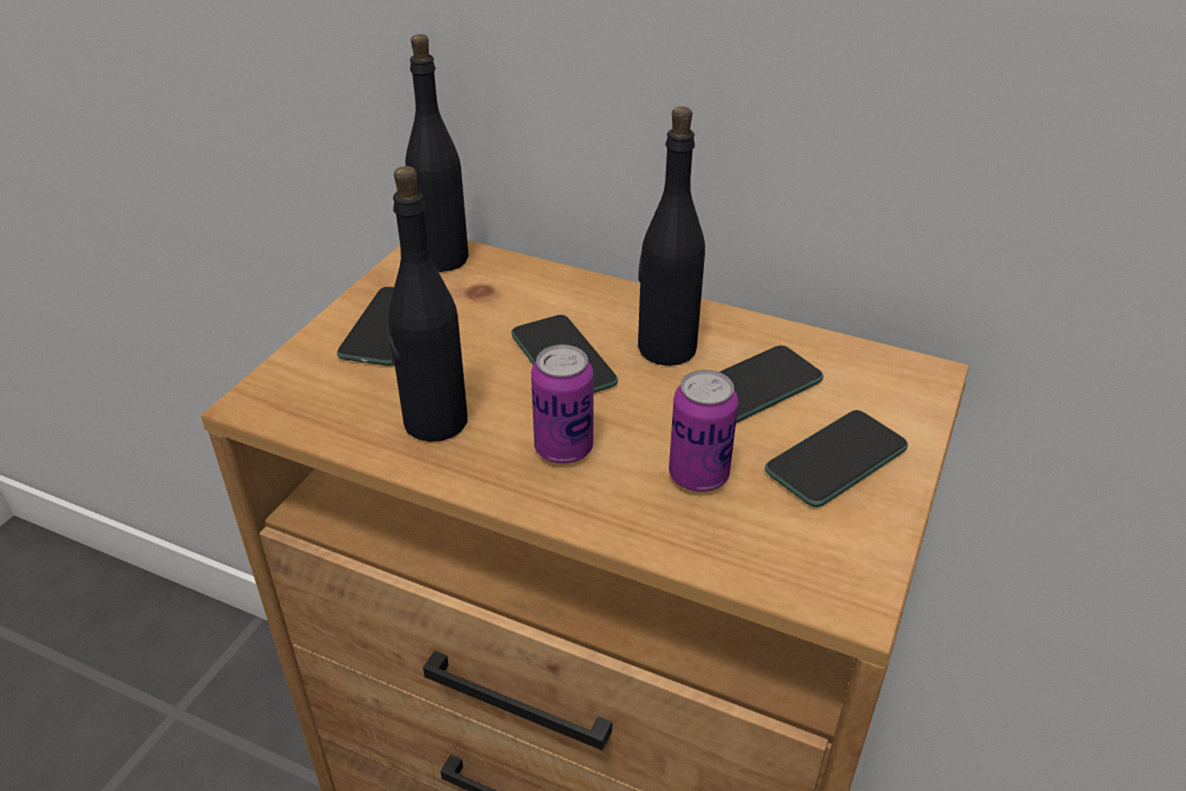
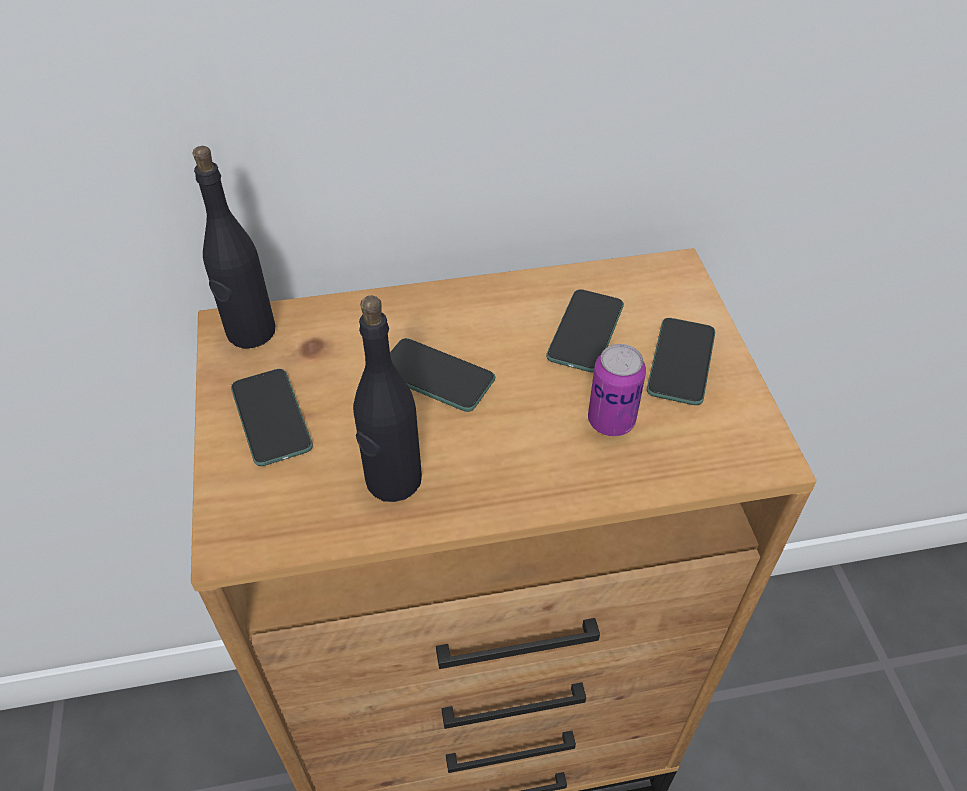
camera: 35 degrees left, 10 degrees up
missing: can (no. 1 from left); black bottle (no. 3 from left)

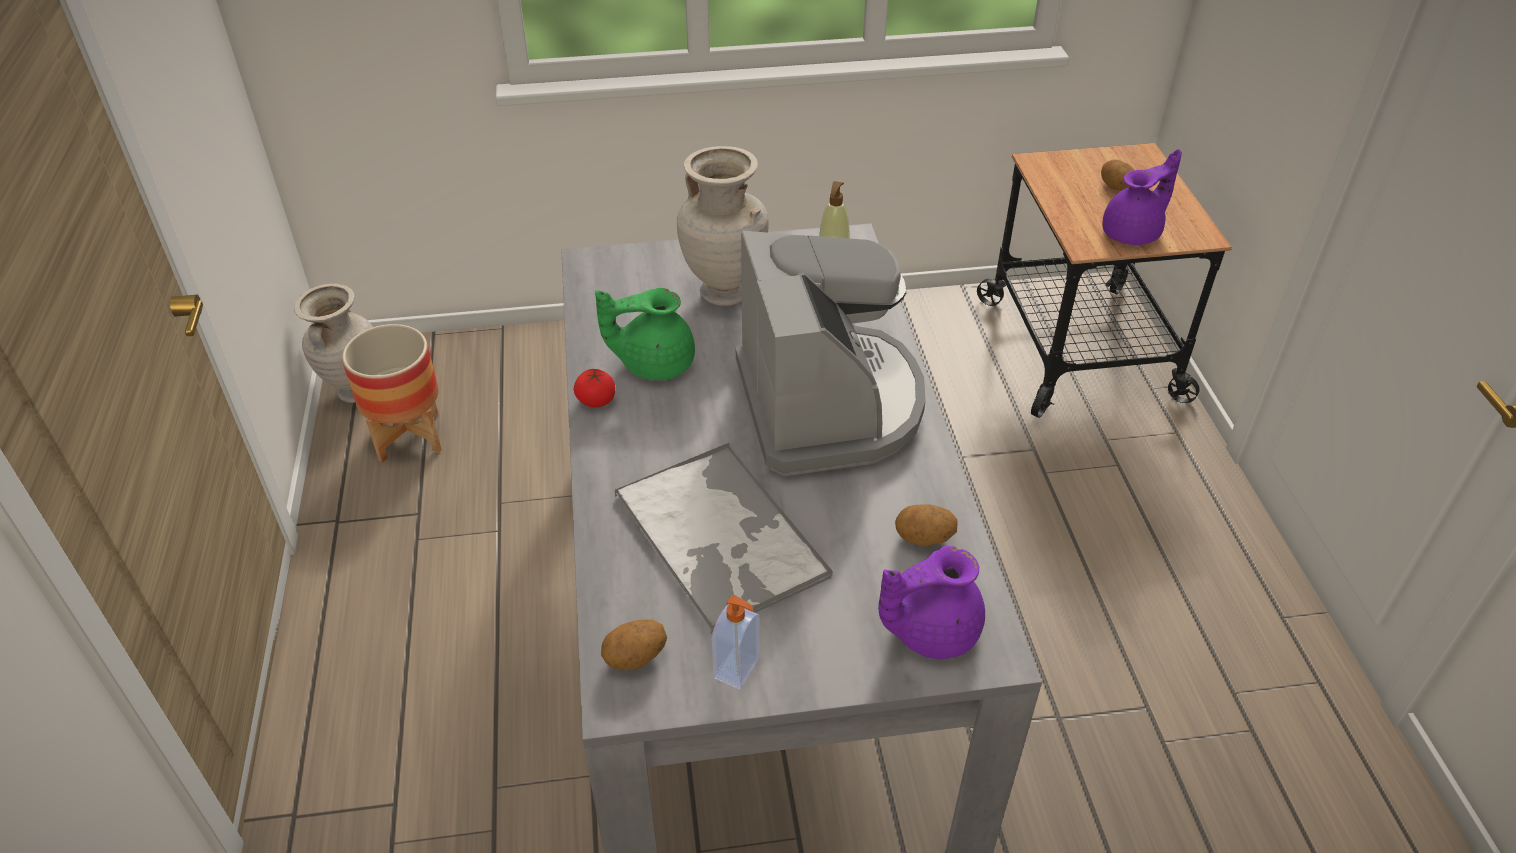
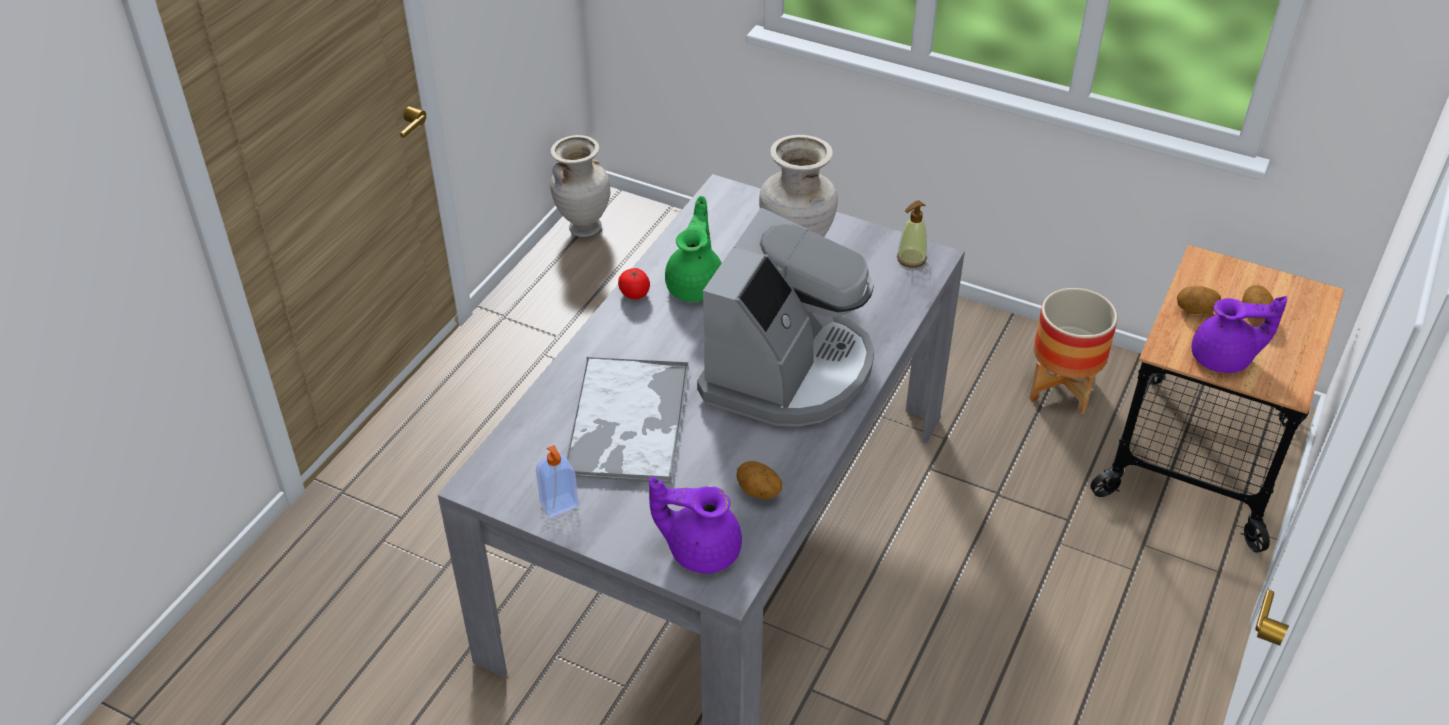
camera: 35 degrees right, 0 degrees up
relocated: planter; potato (no. 1 from left in the first image) to potato (no. 2 from left)
spun: green teapot 75 degrees clockwise

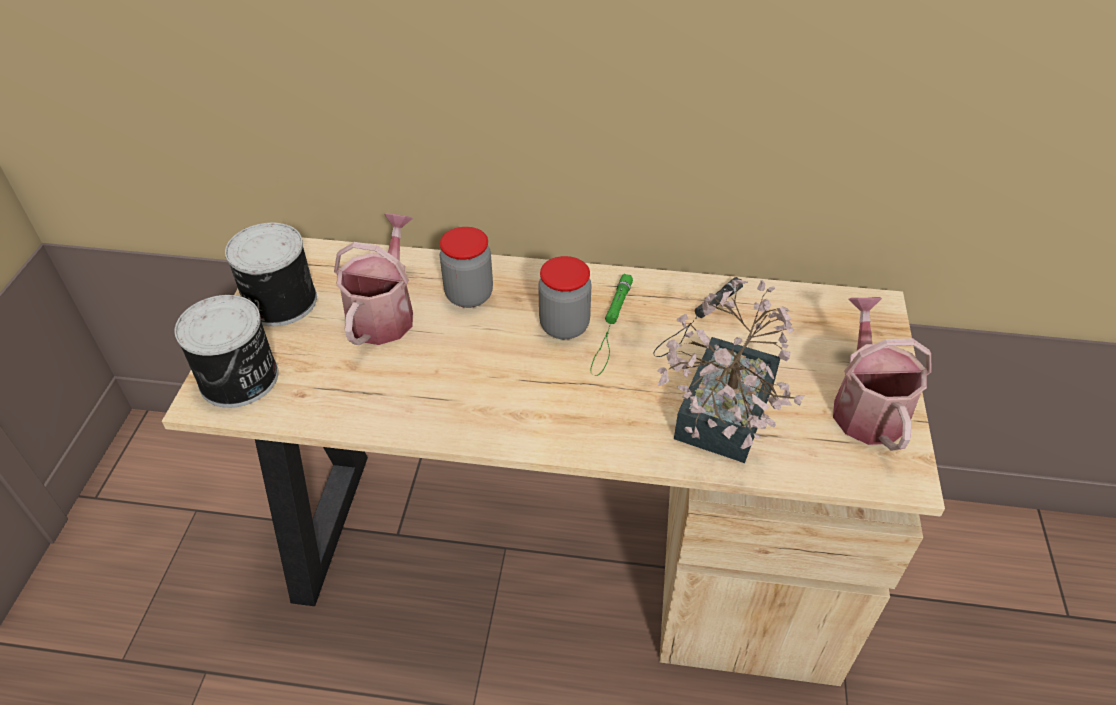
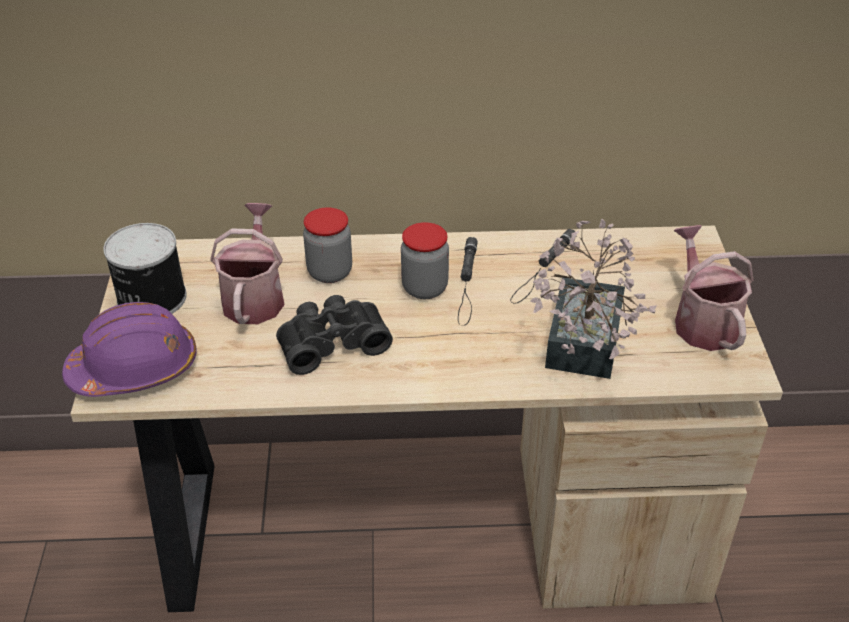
camera: 10 degrees left, 5 degrees down
appeared: black binoculars
exchanged: can (no. 1 from left) to purple hard hat
colour: green flashlight to black flashlight (no. 1 from left)

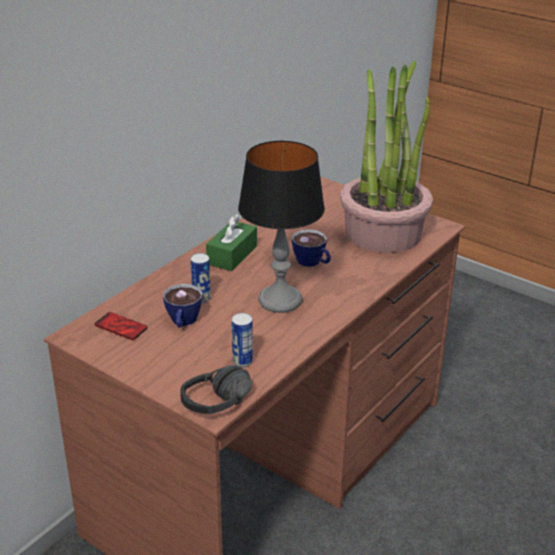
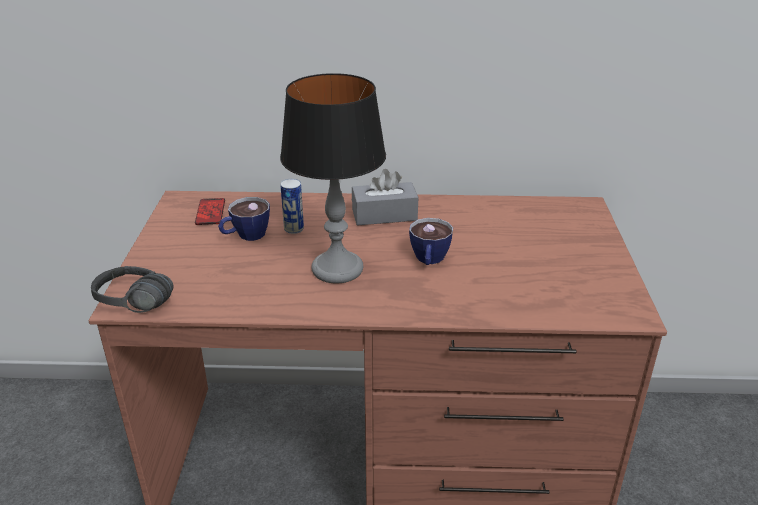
camera: 55 degrees right, 0 degrees up
missing: can (no. 2 from left); potted plant
colour: green tissue box to grey tissue box

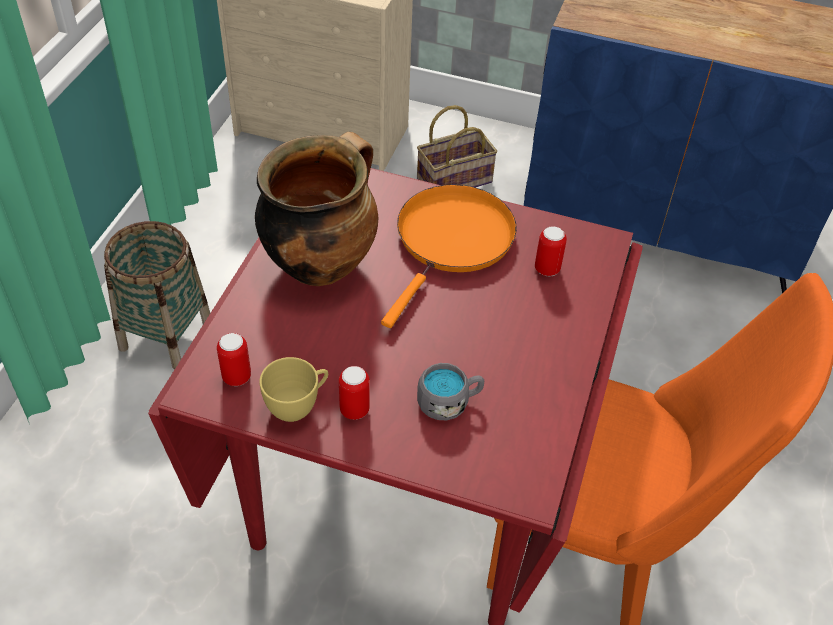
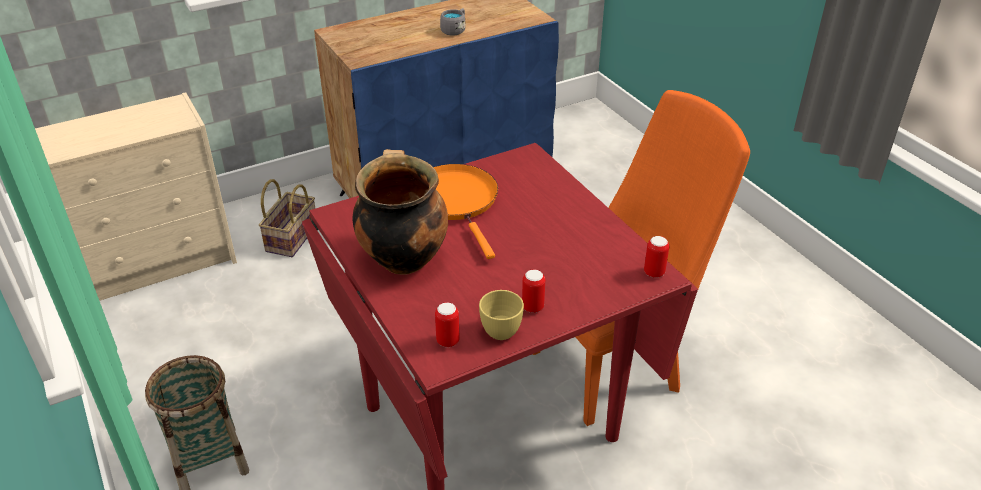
camera: 45 degrees left, 10 degrees down
relocated: grey mug; can (no. 3 from left)

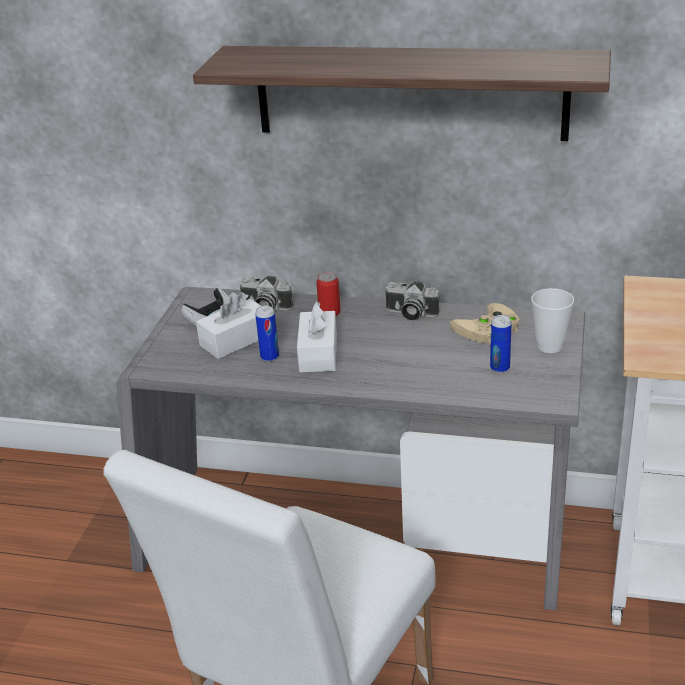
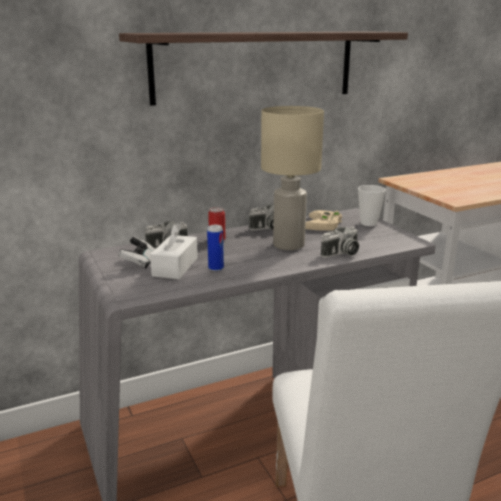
camera: 40 degrees left, 10 degrees down
missing: white tissue box (no. 2 from left); can (no. 3 from left)
appeared: beige table lamp; photo camera (no. 3 from left)

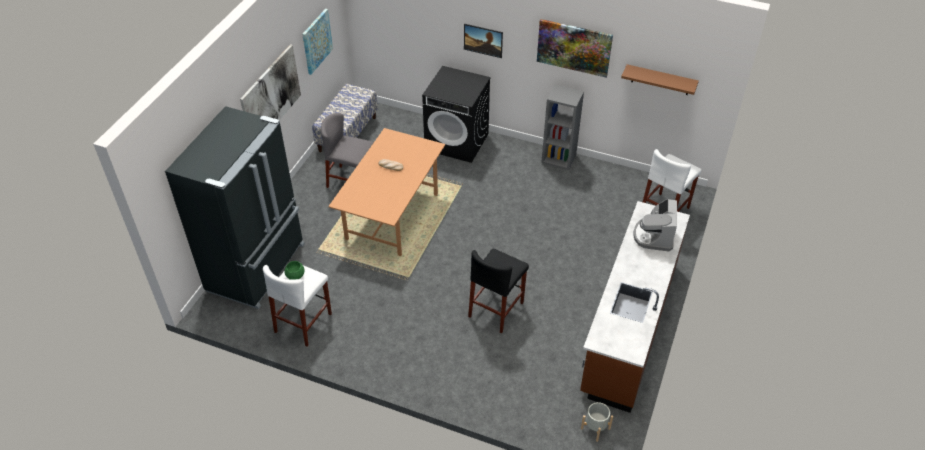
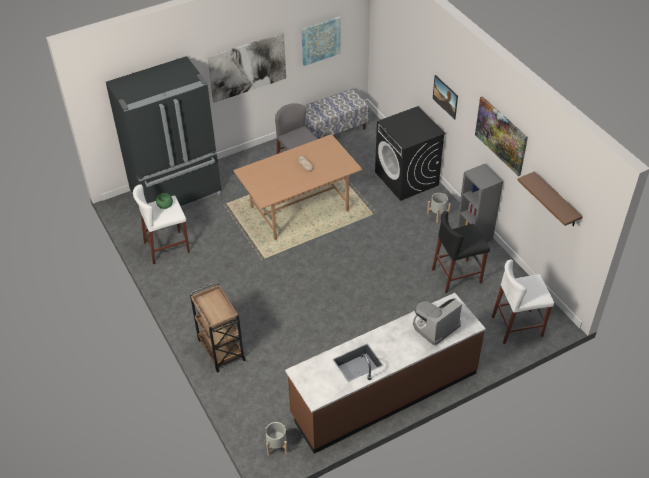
camera: 40 degrees right, 0 degrees up
appeared: brown cart; grey planter (no. 2 from left)
relocated: black stool

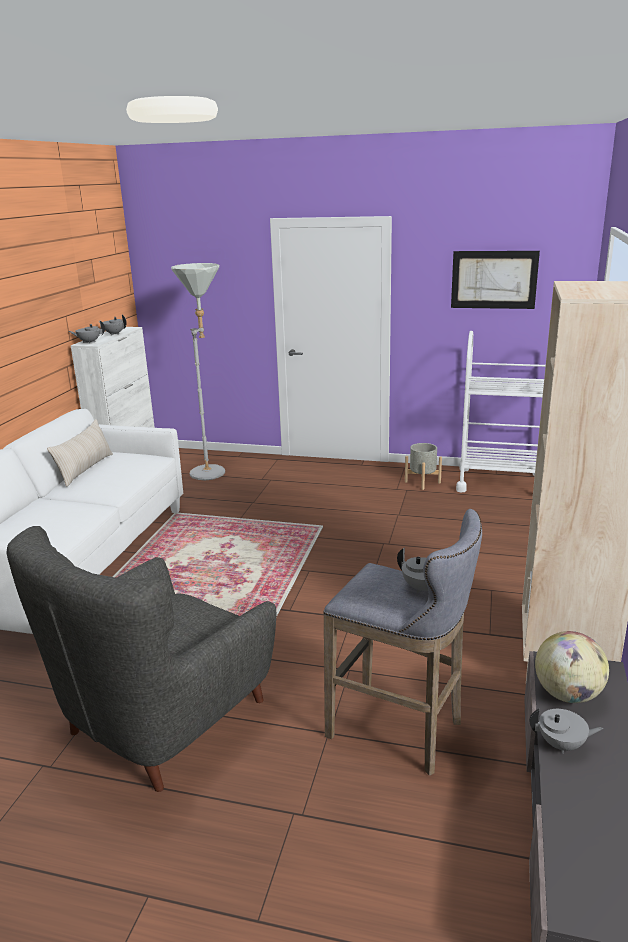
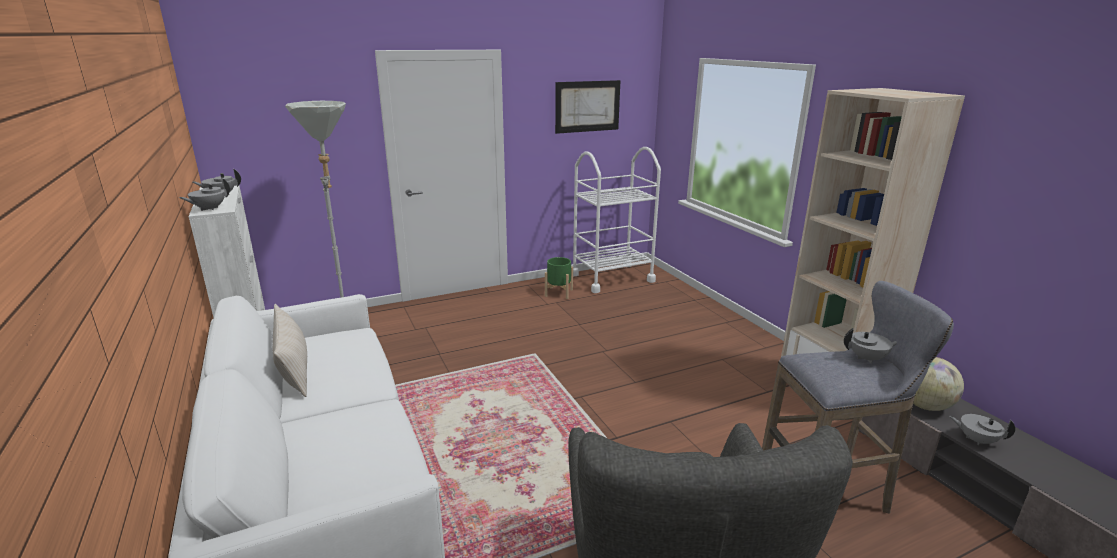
camera: 40 degrees left, 0 degrees up
colour: grey planter to green planter
spun: grey teapot (no. 4 from left) 120 degrees counterclockwise

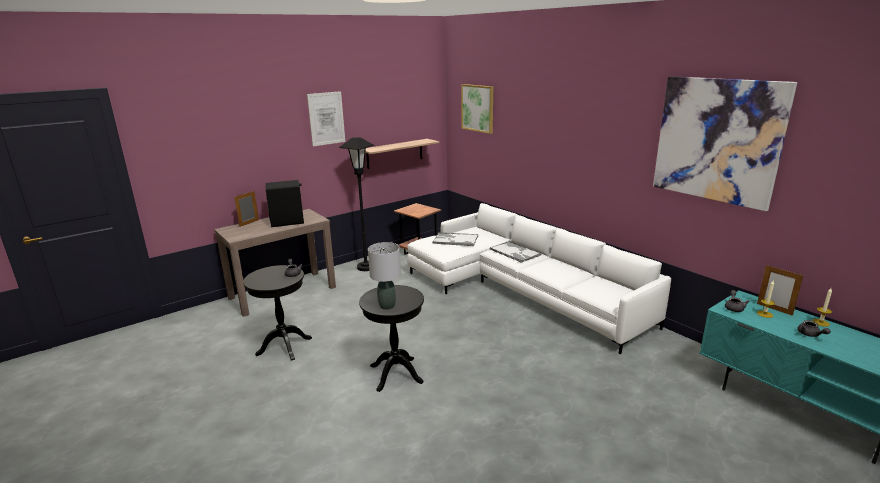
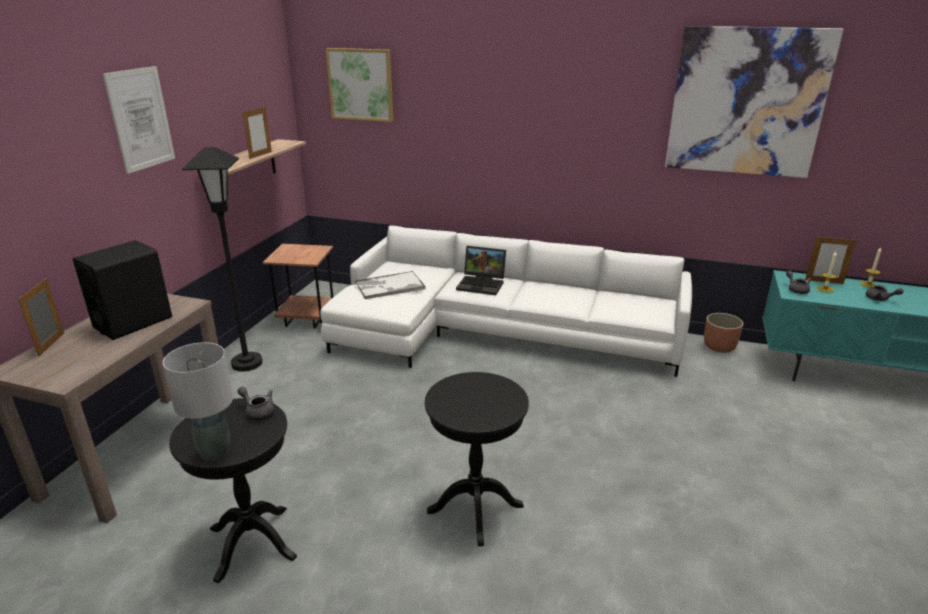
camera: 35 degrees left, 5 degrees up
appeared: picture frame (no. 2 from left); planter
relocated: grey table lamp
exchanged: tray (no. 2 from left) to laptop

